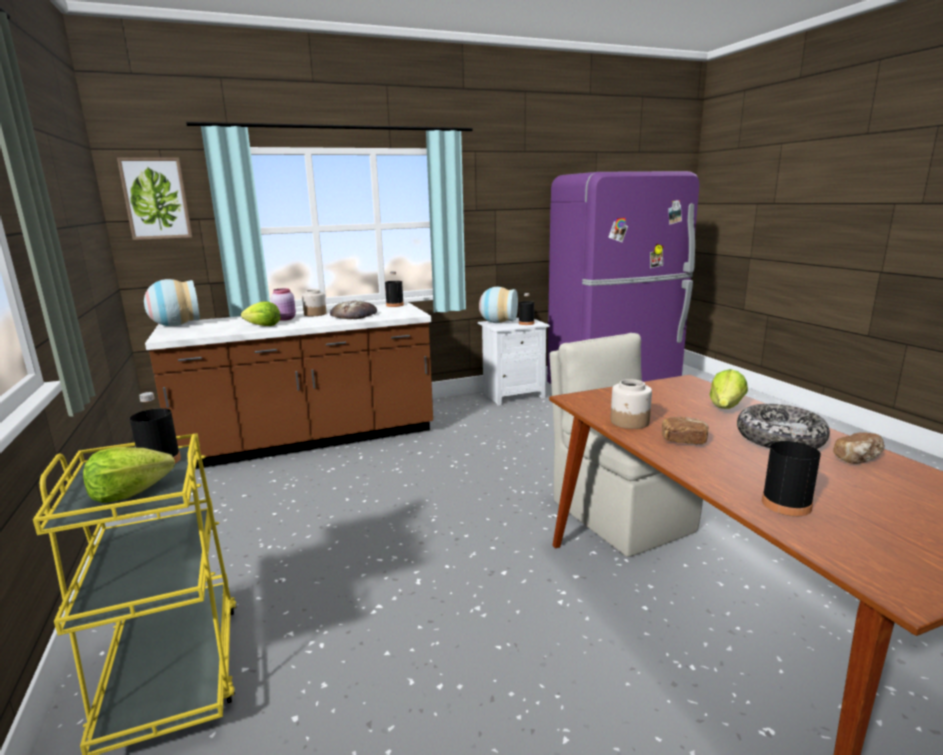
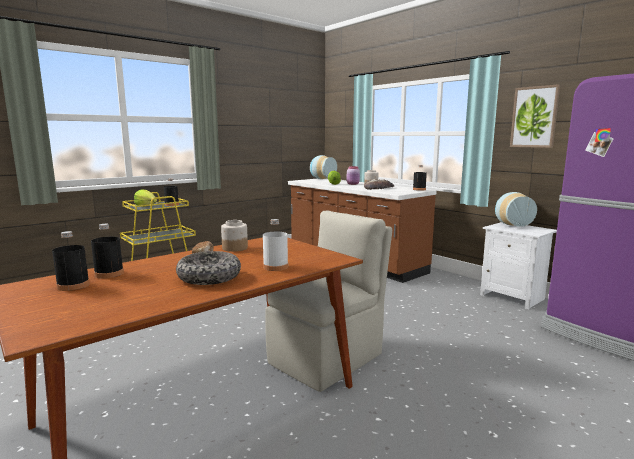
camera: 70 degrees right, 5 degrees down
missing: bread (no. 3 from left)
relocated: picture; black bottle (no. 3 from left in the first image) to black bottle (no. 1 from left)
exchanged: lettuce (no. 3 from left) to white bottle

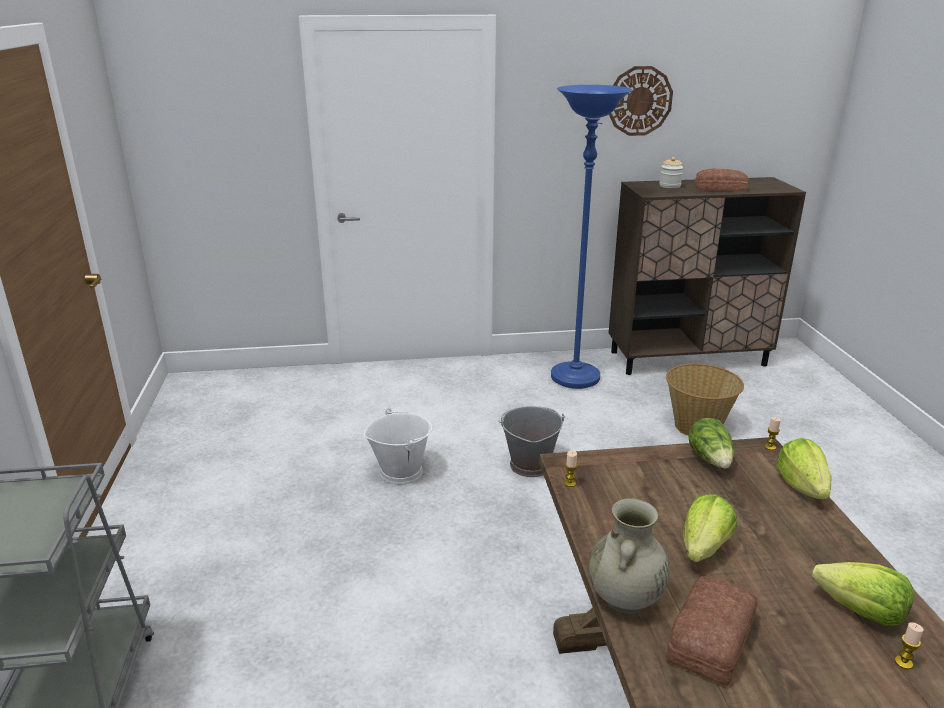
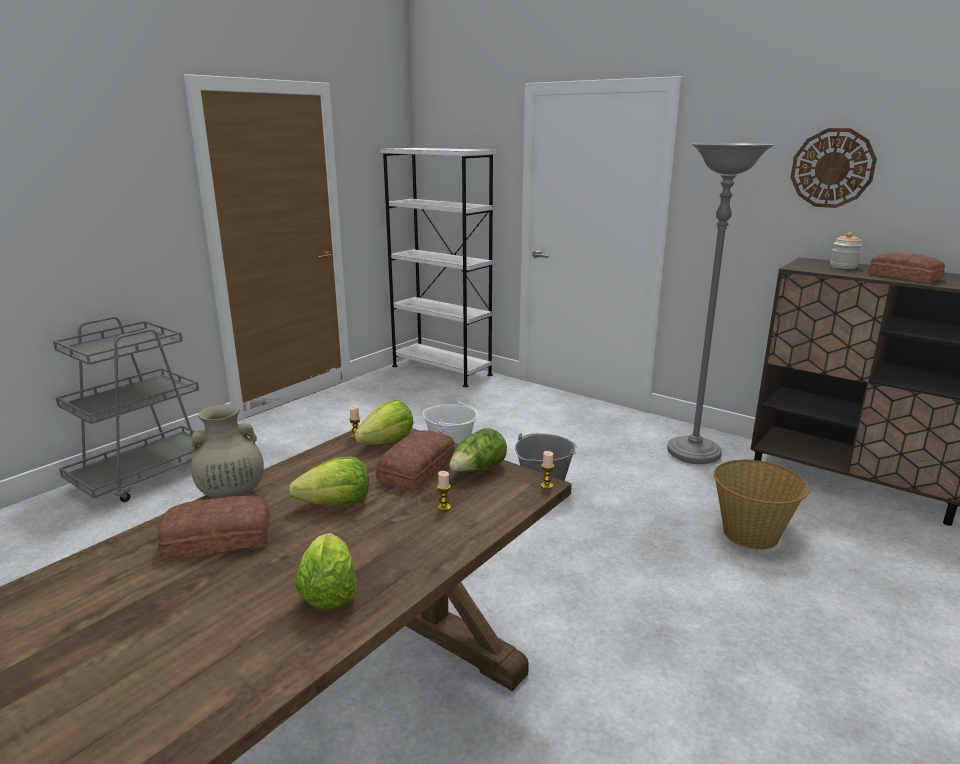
camera: 45 degrees right, 5 degrees down
appeared: bread (no. 2 from left); white bookcase
relocated: lettuce (no. 3 from left); candle (no. 3 from left in the first image) to candle (no. 2 from left)
colour: blue floor lamp to grey floor lamp

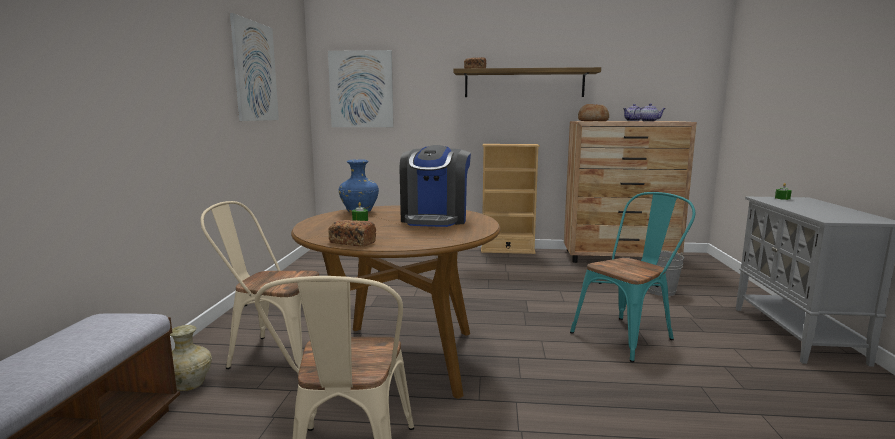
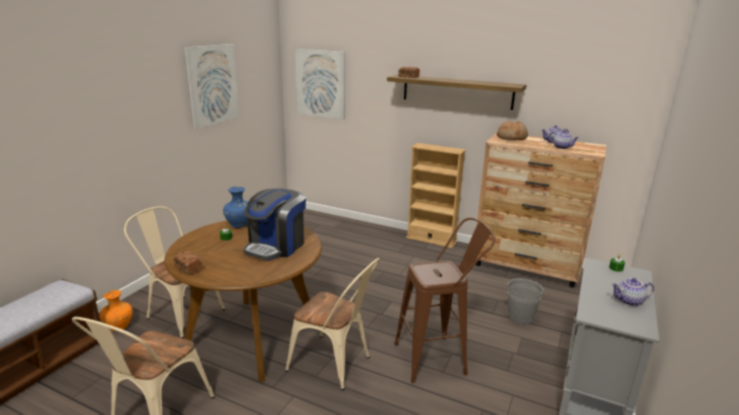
camera: 20 degrees right, 10 degrees up
appeared: beige chair (no. 3 from left); teapot (no. 3 from left)
exchanged: turquoise chair to brown stool
colour: beige vase to orange vase

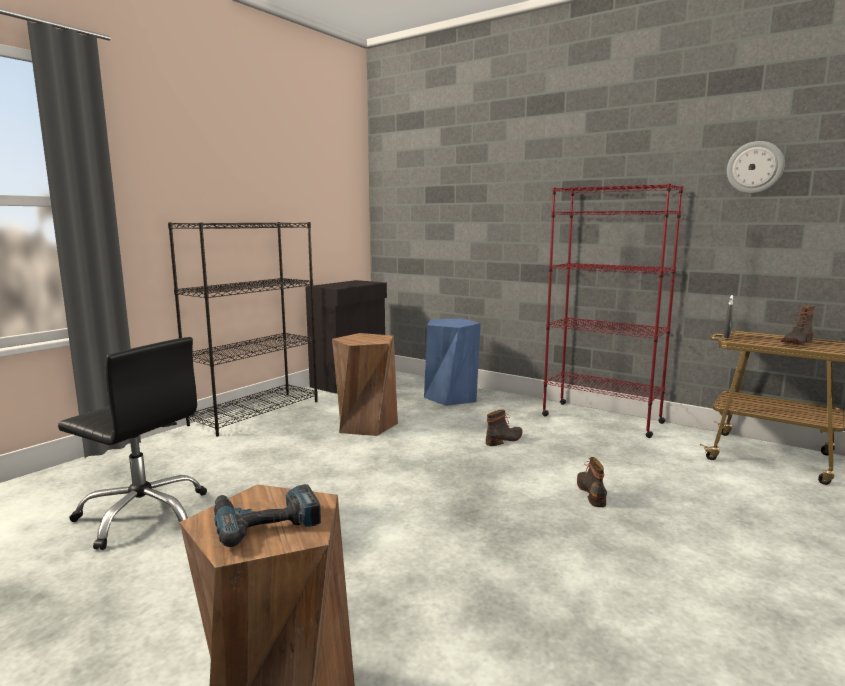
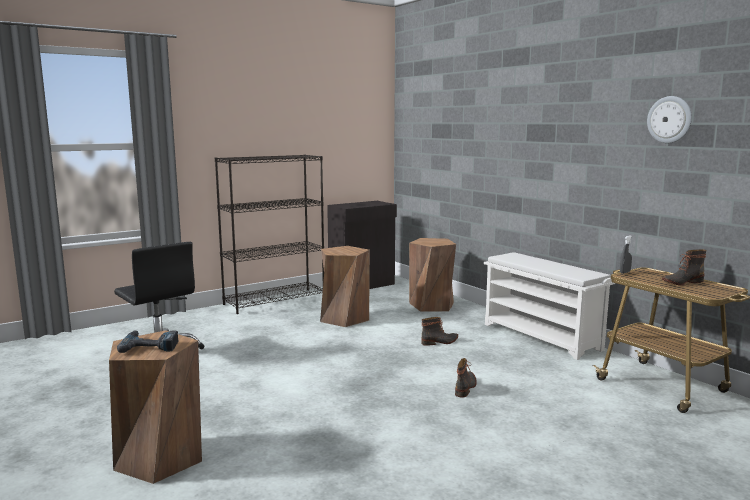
camera: 20 degrees right, 0 degrees up
exchanged: red bookcase to white shoe rack
colour: blue stool to brown stool (no. 3 from left)

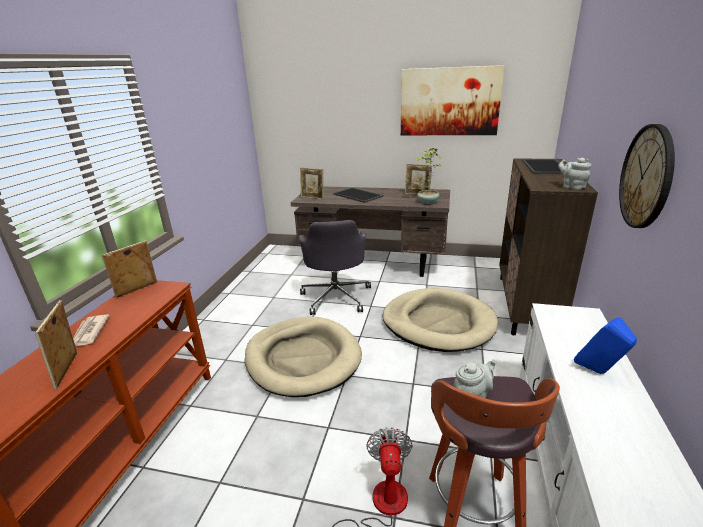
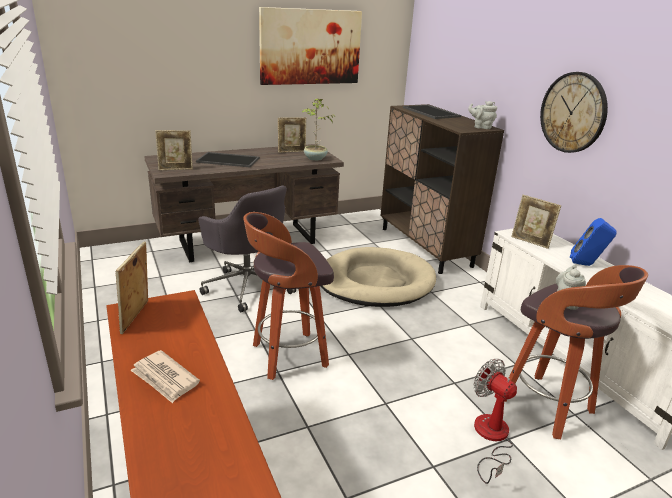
camera: 40 degrees left, 0 degrees up
relocated: picture frame (no. 1 from left in the first image) to picture frame (no. 4 from left)
exchanged: beige dog bed (no. 1 from left) to stool (no. 1 from left)

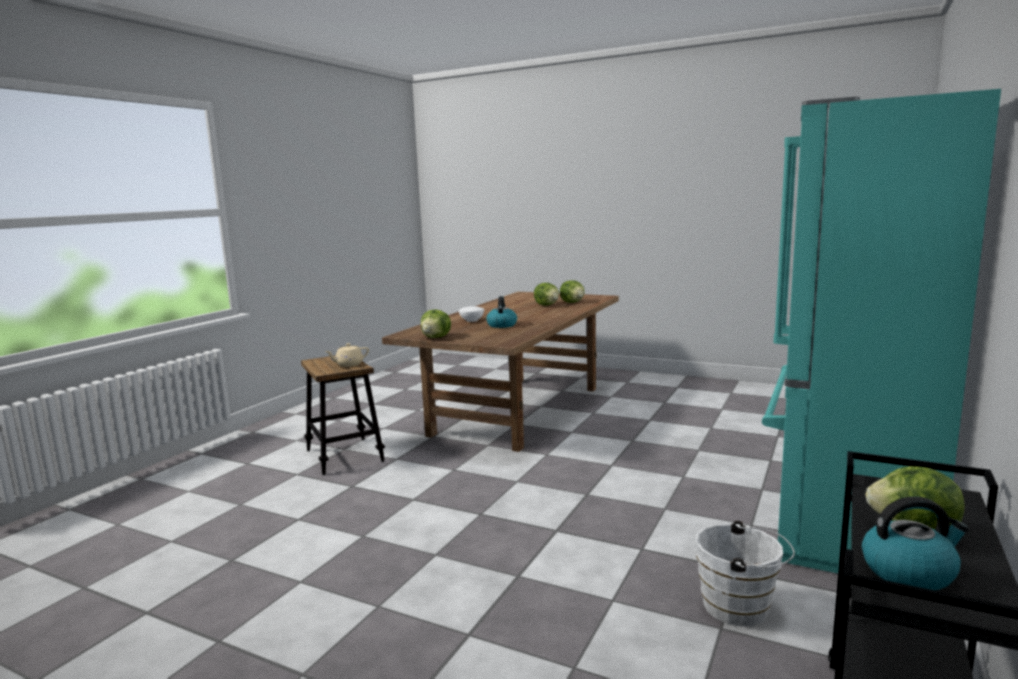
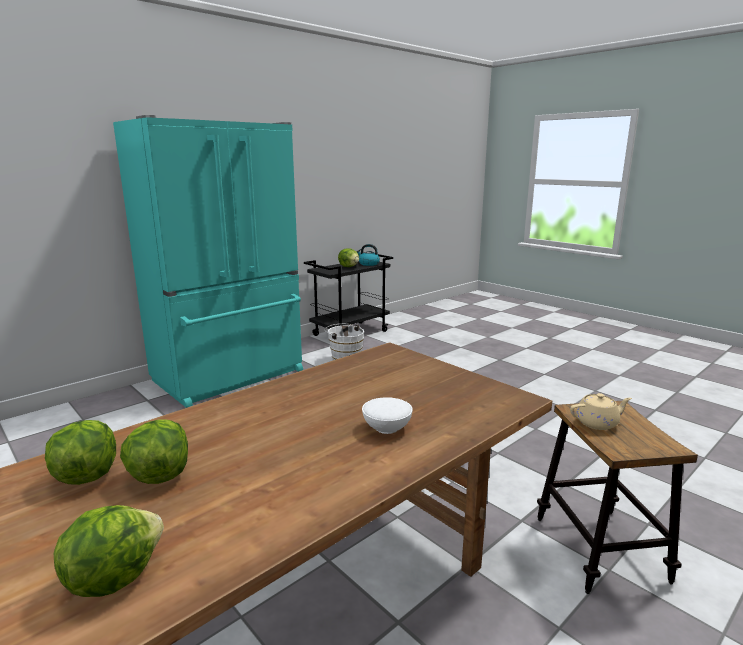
camera: 160 degrees left, 5 degrees up
missing: kettle (no. 1 from left)
relocated: lettuce (no. 1 from left in the first image) to lettuce (no. 2 from left)

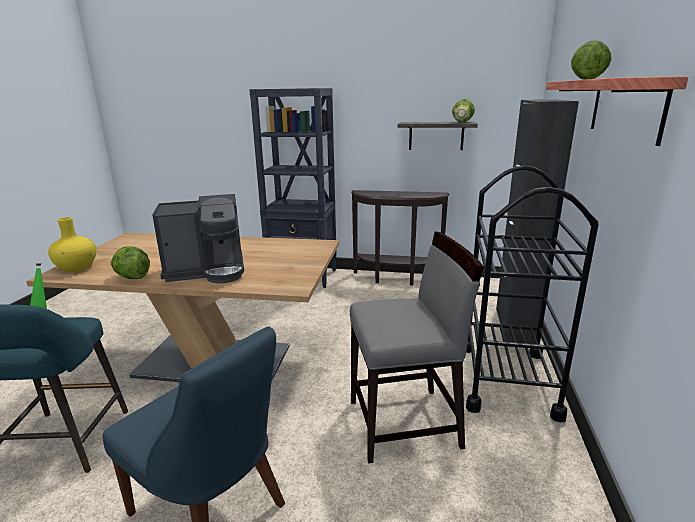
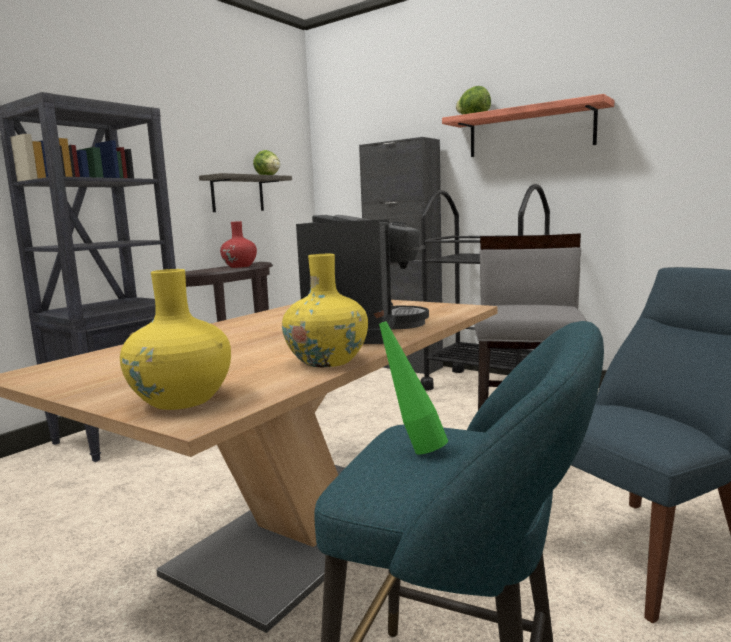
camera: 65 degrees left, 10 degrees down
appeared: red vase
exchanged: lettuce (no. 1 from left) to yellow vase (no. 2 from left)

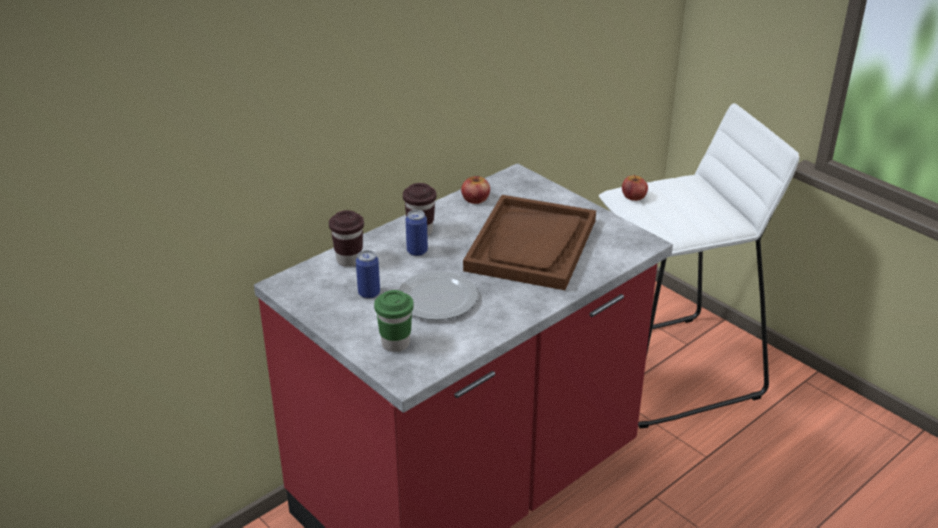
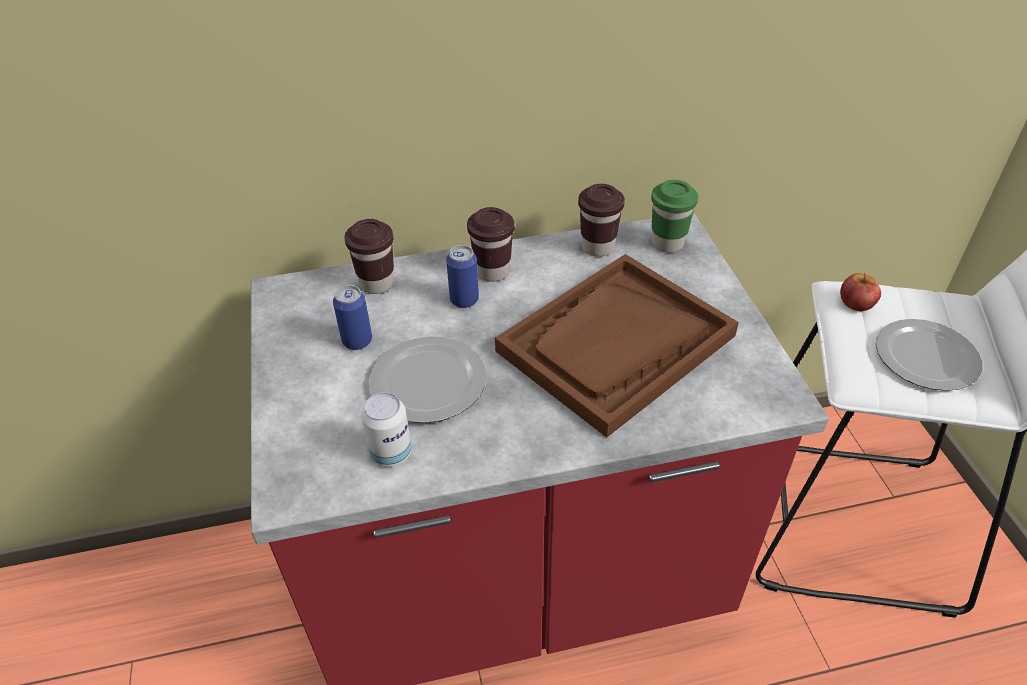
camera: 30 degrees right, 10 degrees up
appeared: can (no. 2 from left); plate (no. 2 from left)
relocated: green cup
exchanged: apple (no. 1 from left) to brown cup (no. 3 from left)

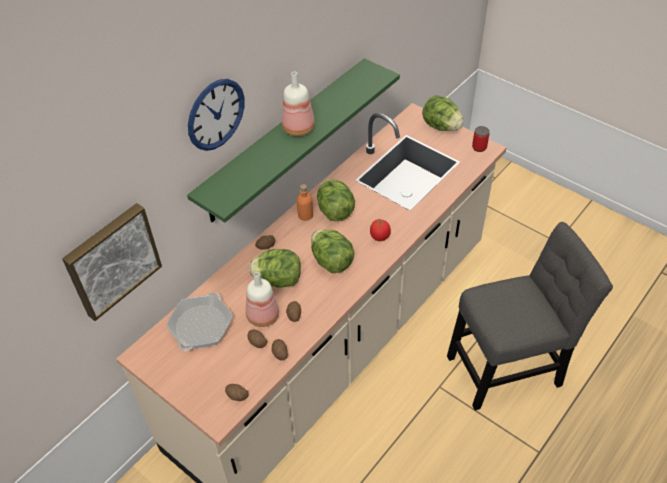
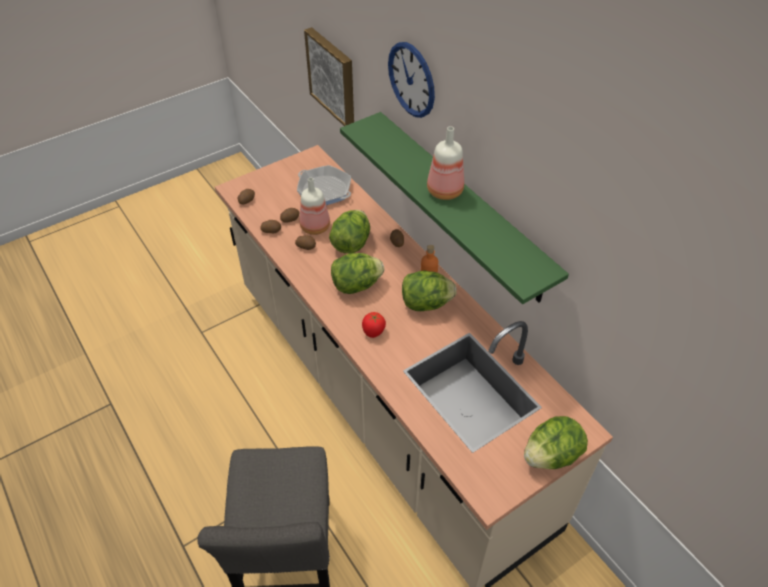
camera: 105 degrees right, 0 degrees up
missing: can

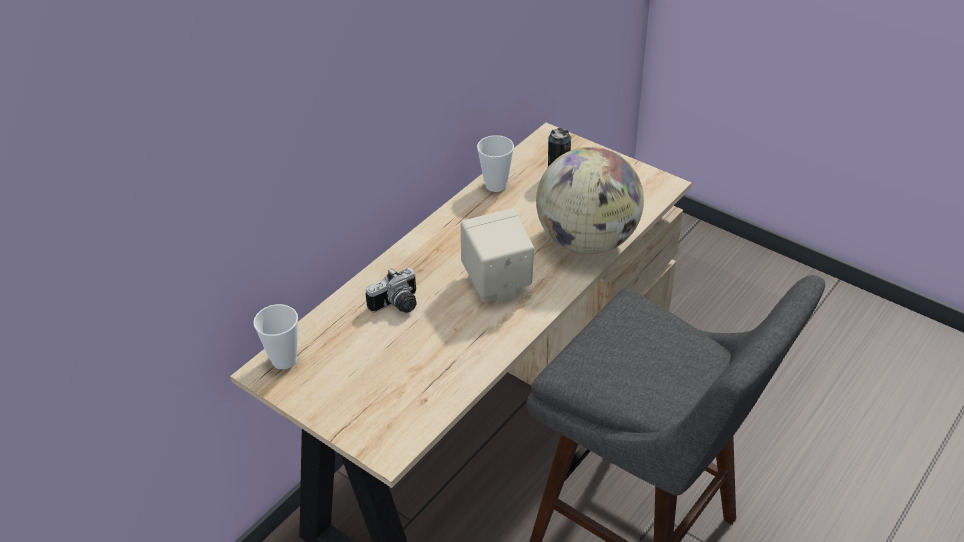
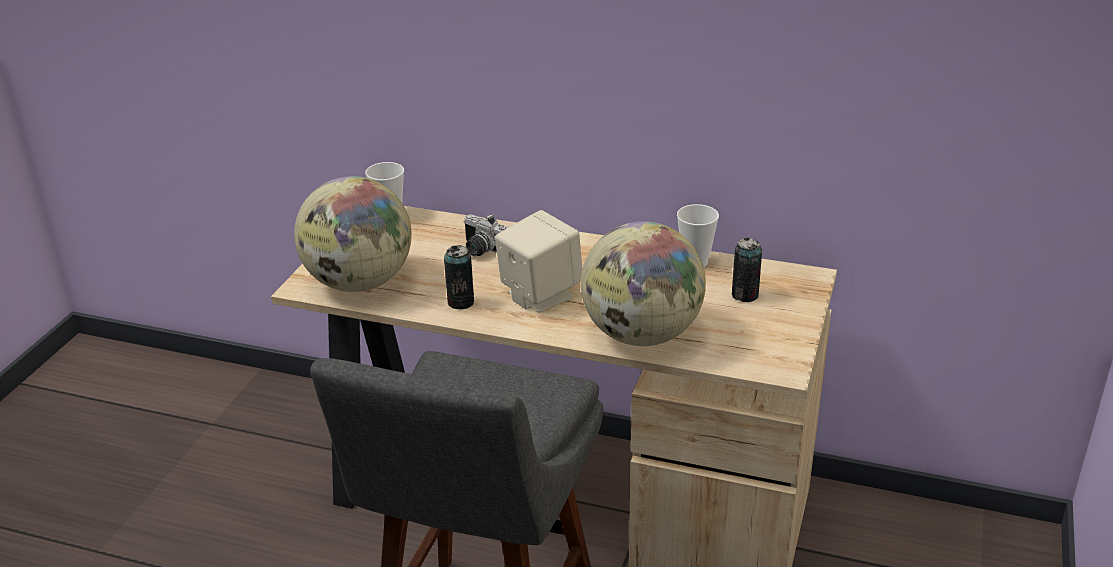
camera: 70 degrees right, 10 degrees down
appeared: globe (no. 1 from left); can (no. 1 from left)

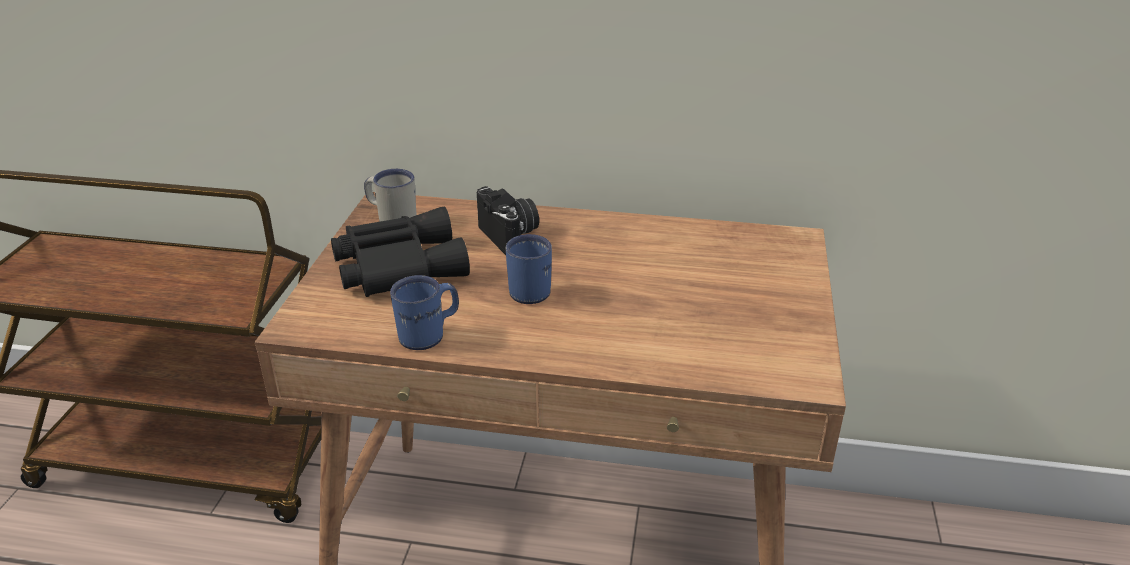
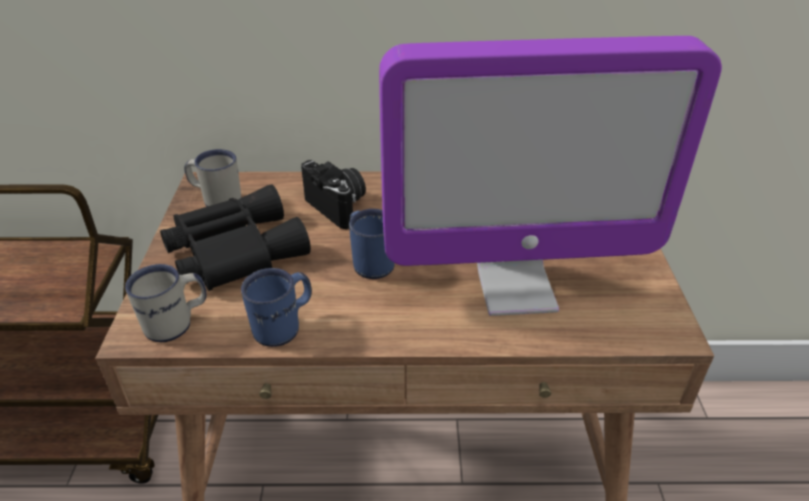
camera: 10 degrees left, 5 degrees up
appeared: white mug (no. 1 from left); monitor

